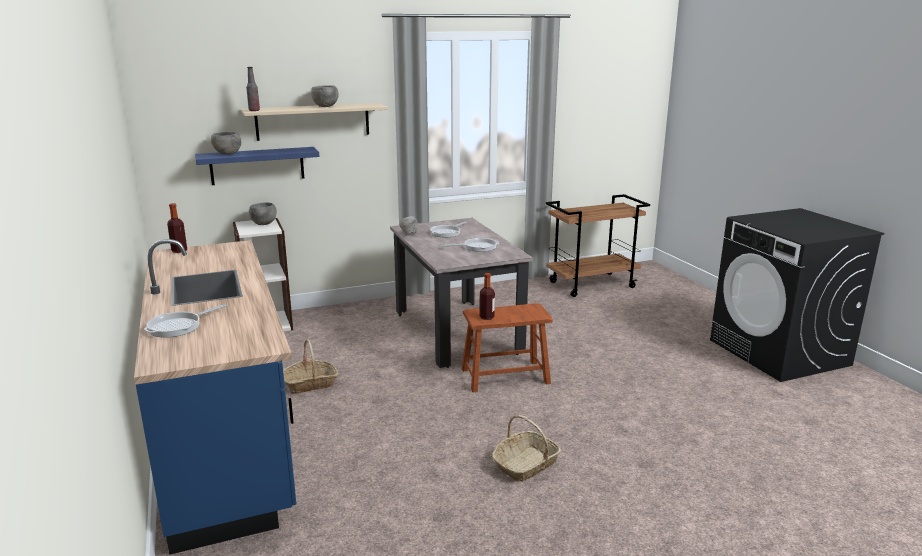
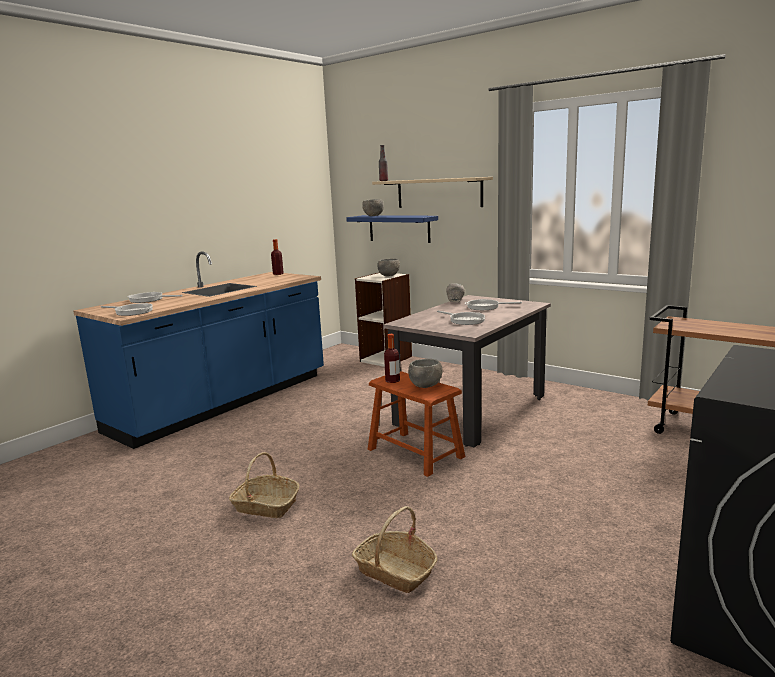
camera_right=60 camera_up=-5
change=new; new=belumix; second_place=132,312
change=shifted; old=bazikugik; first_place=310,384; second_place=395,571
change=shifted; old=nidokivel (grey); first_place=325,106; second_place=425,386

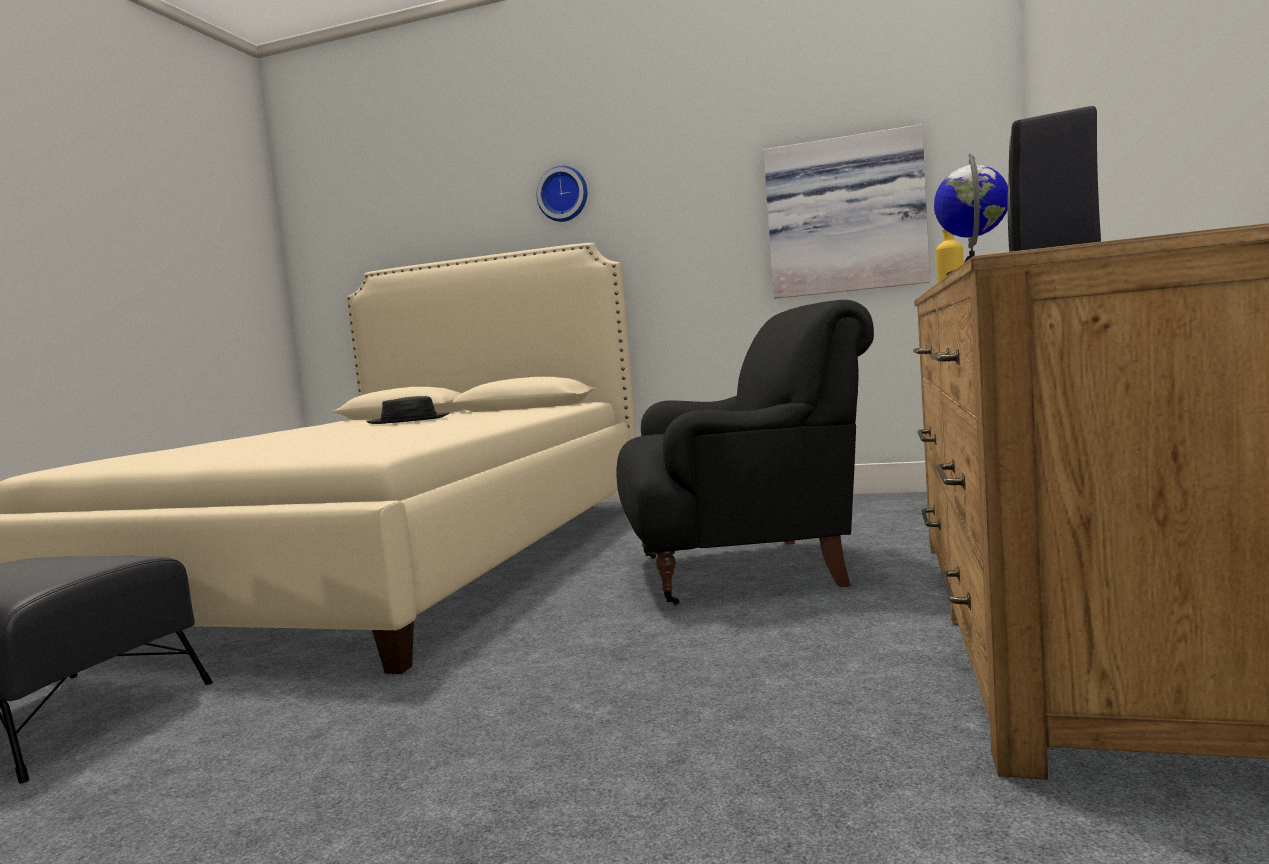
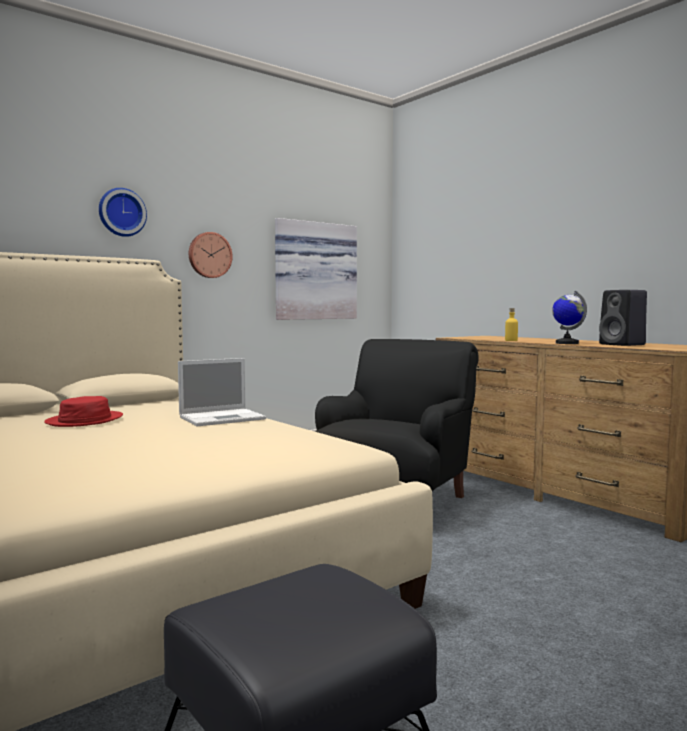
camera_right=-55 camera_up=0
change=repainted; old=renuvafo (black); new=renuvafo (red); first_place=409,420; second_place=85,420
change=new; new=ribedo; second_place=223,418
change=new; new=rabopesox; second_place=209,255

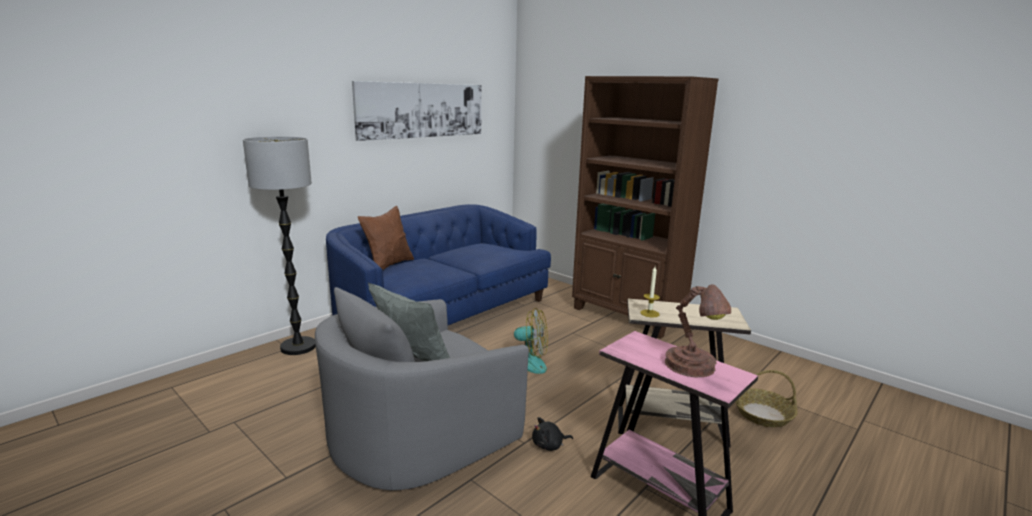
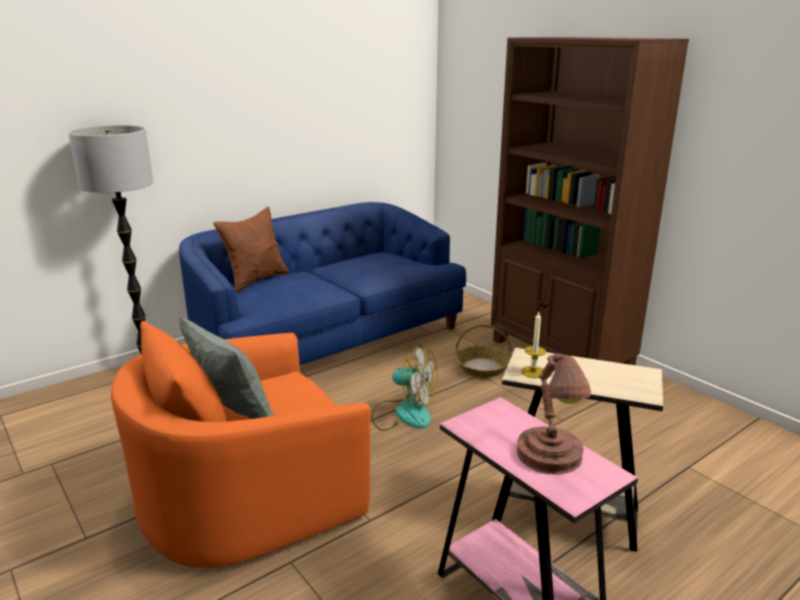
camera_right=10 camera_up=5
change=repainted; old=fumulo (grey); new=fumulo (orange); first_place=418,434; second_place=248,497
change=shifted; old=bazikugik; first_place=762,414; second_place=482,367
change=gone; old=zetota; first_place=422,110
change=gone; old=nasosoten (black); first_place=549,445

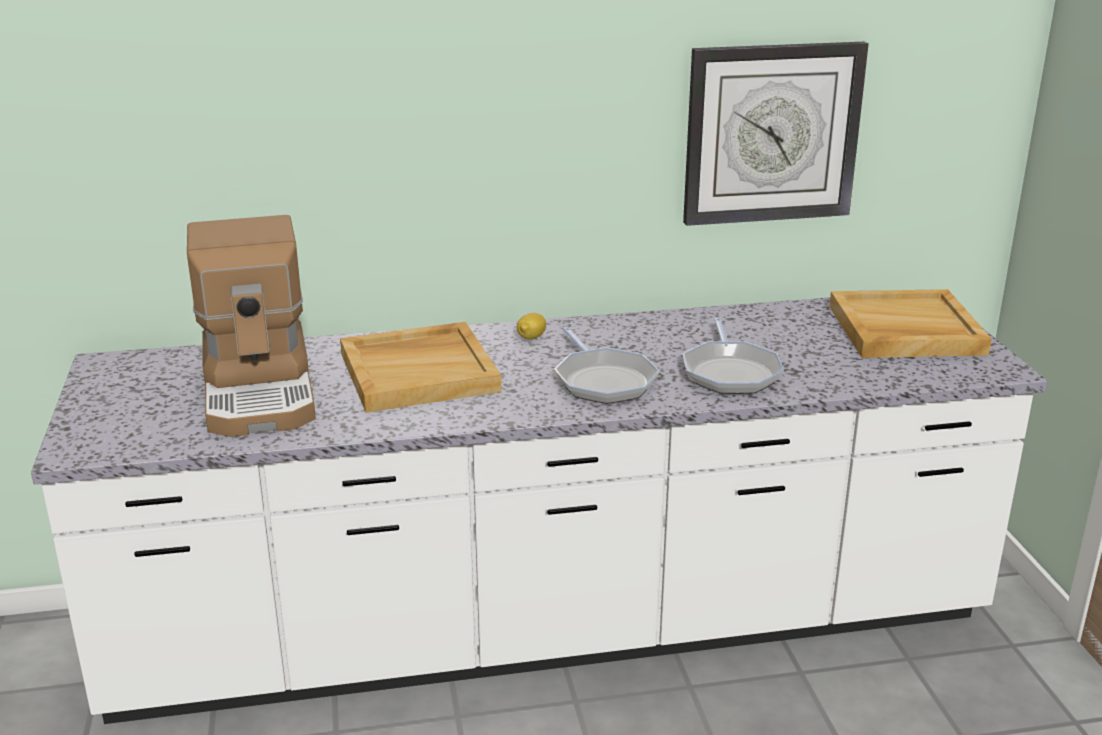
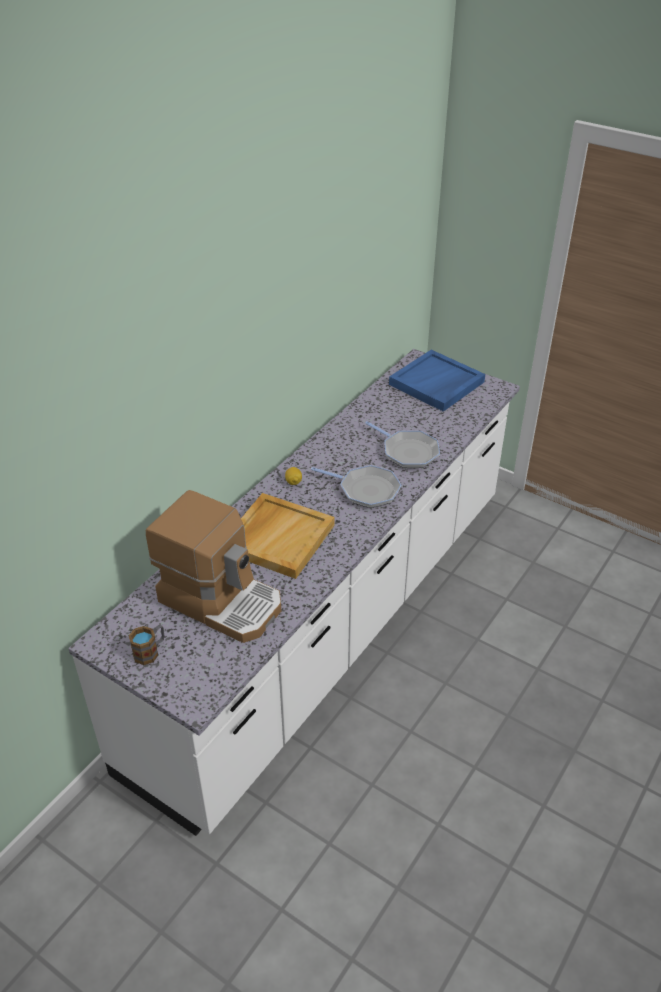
camera_right=-45 camera_up=15
change=new; new=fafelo; second_place=150,651
change=repainted; old=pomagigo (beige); new=pomagigo (blue); first_place=904,330; second_place=436,384
change=gone; old=rabopesox; first_place=771,133

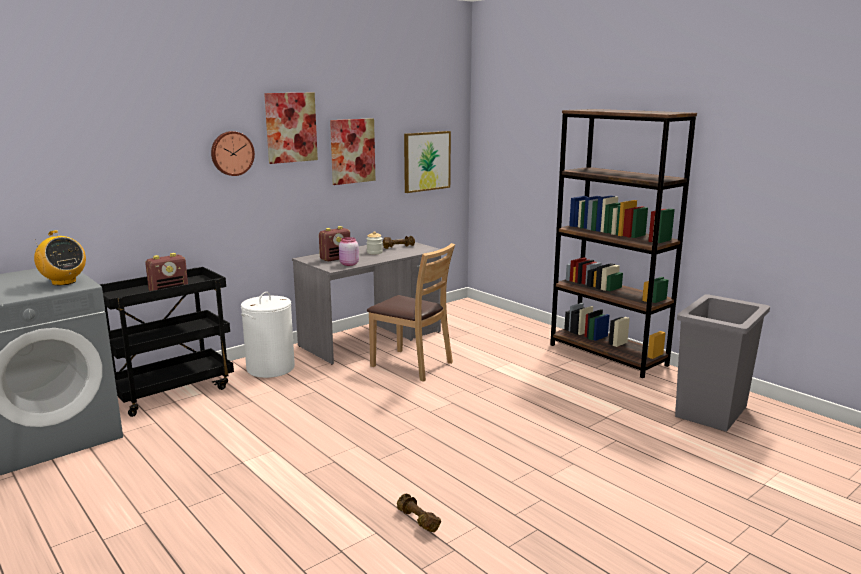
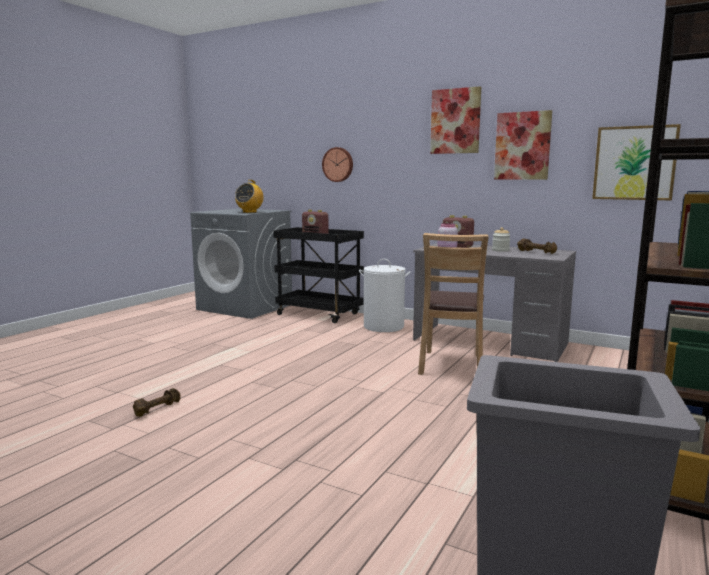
camera_right=70 camera_up=-5
change=shifted; old=rabopesox; first_place=232,153; second_place=338,164

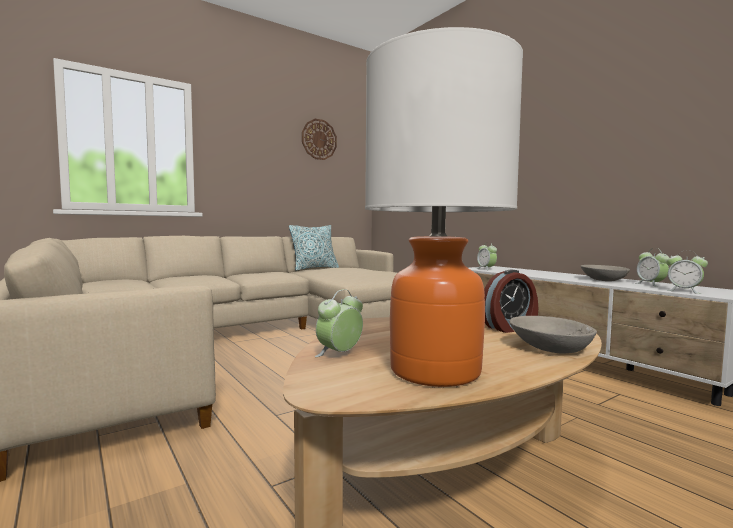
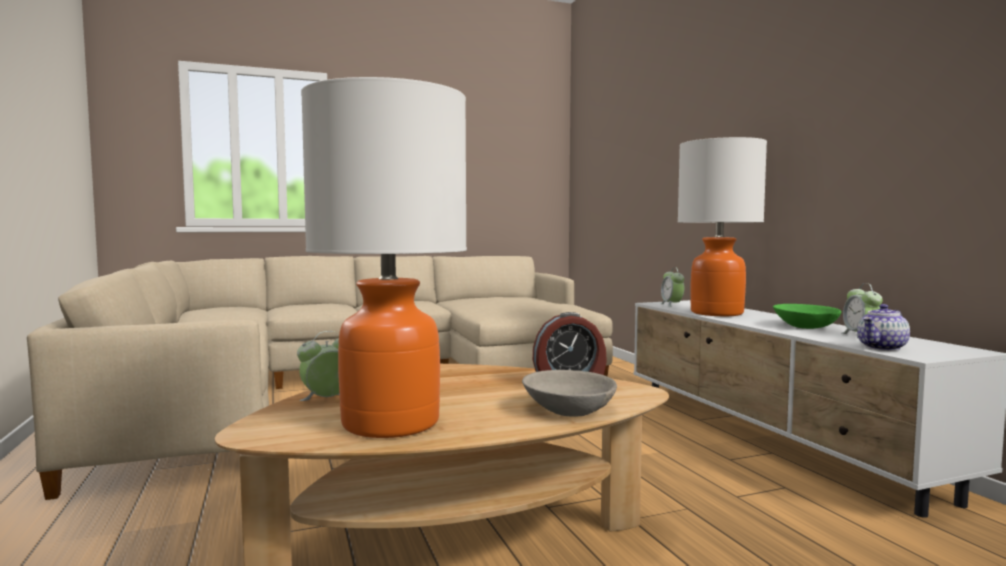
camera_right=15 camera_up=0
change=new; new=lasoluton; second_place=717,313
change=repainted; old=nidokivel (grey); new=nidokivel (green); first_place=603,280; second_place=805,326
change=swapped; old=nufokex; new=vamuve; first_place=684,291; second_place=882,348
change=gone; old=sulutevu; first_place=314,268
change=gone; old=rabopesox; first_place=319,139

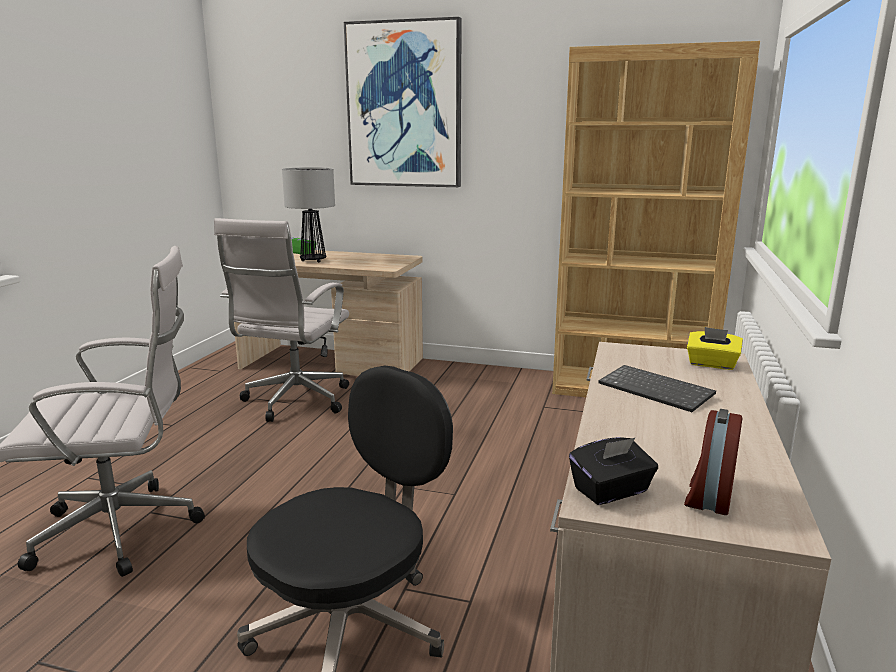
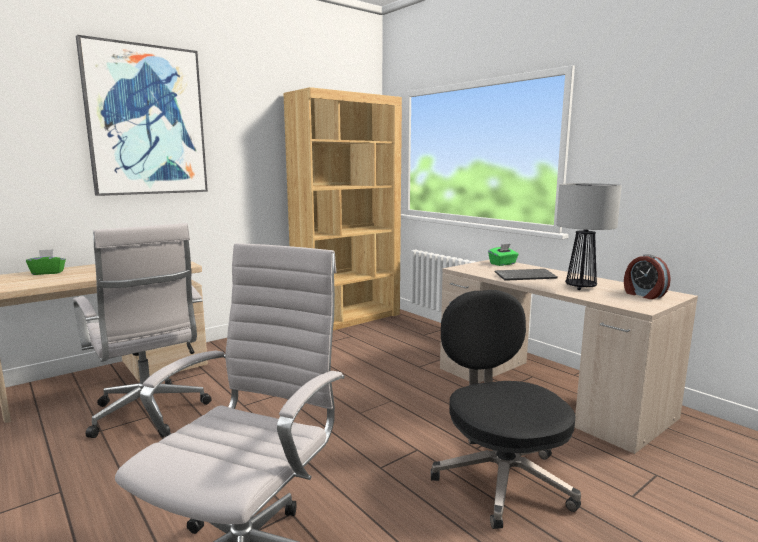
camera_right=-55 camera_up=-5
change=repainted; old=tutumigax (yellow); new=tutumigax (green); first_place=712,364; second_place=503,264
change=shifted; old=lasoluton; first_place=313,260; second_place=580,287
change=gone; old=tutumigax (black); first_place=611,491

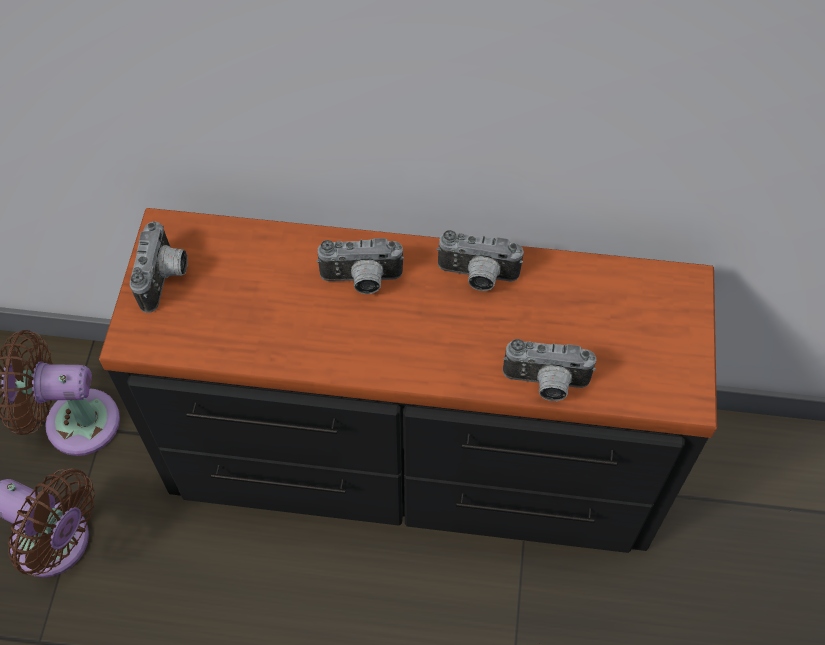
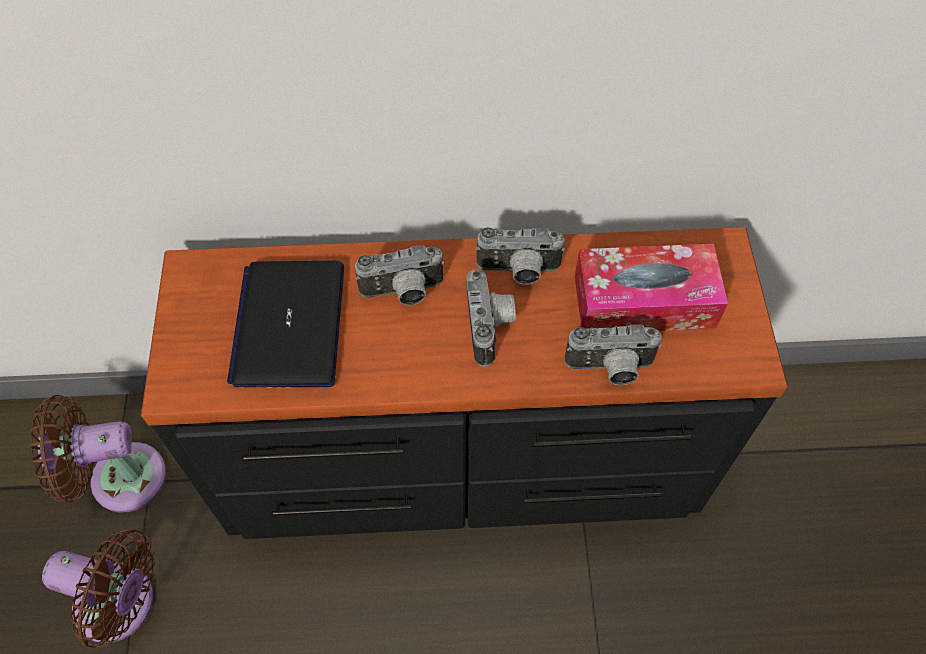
camera_right=-10 camera_up=0
change=new; new=ribedo; second_place=289,324
change=shifted; old=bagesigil; first_place=166,278; second_place=491,327
change=new; new=tutumigax; second_place=644,301

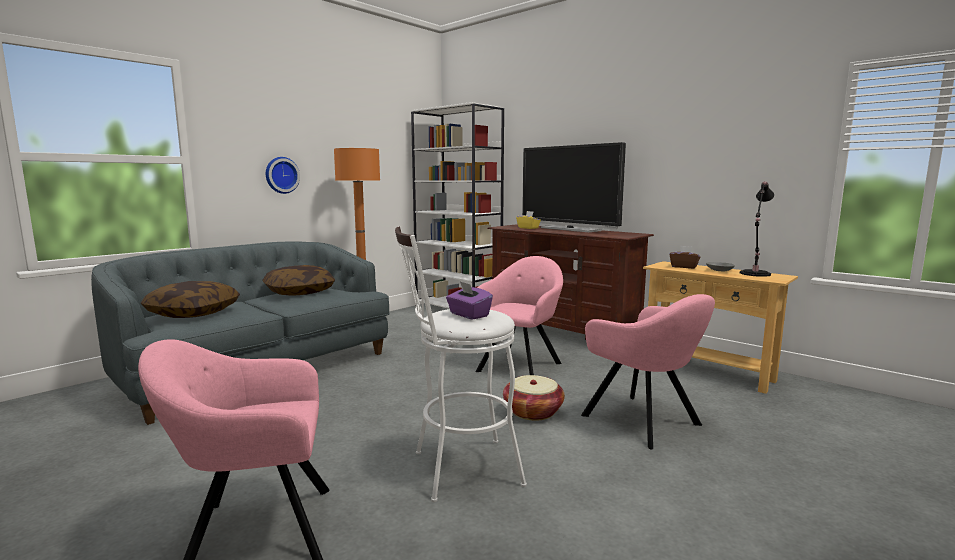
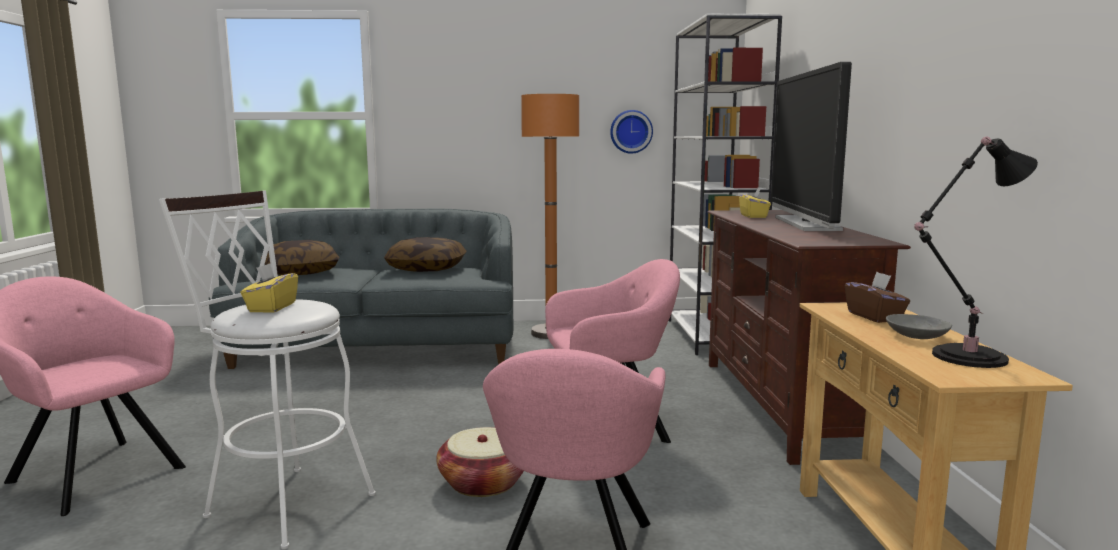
camera_right=45 camera_up=0
change=repainted; old=tutumigax (purple); new=tutumigax (yellow); first_place=468,315; second_place=271,307
change=shifted; old=rabopesox; first_place=281,175; second_place=631,131

